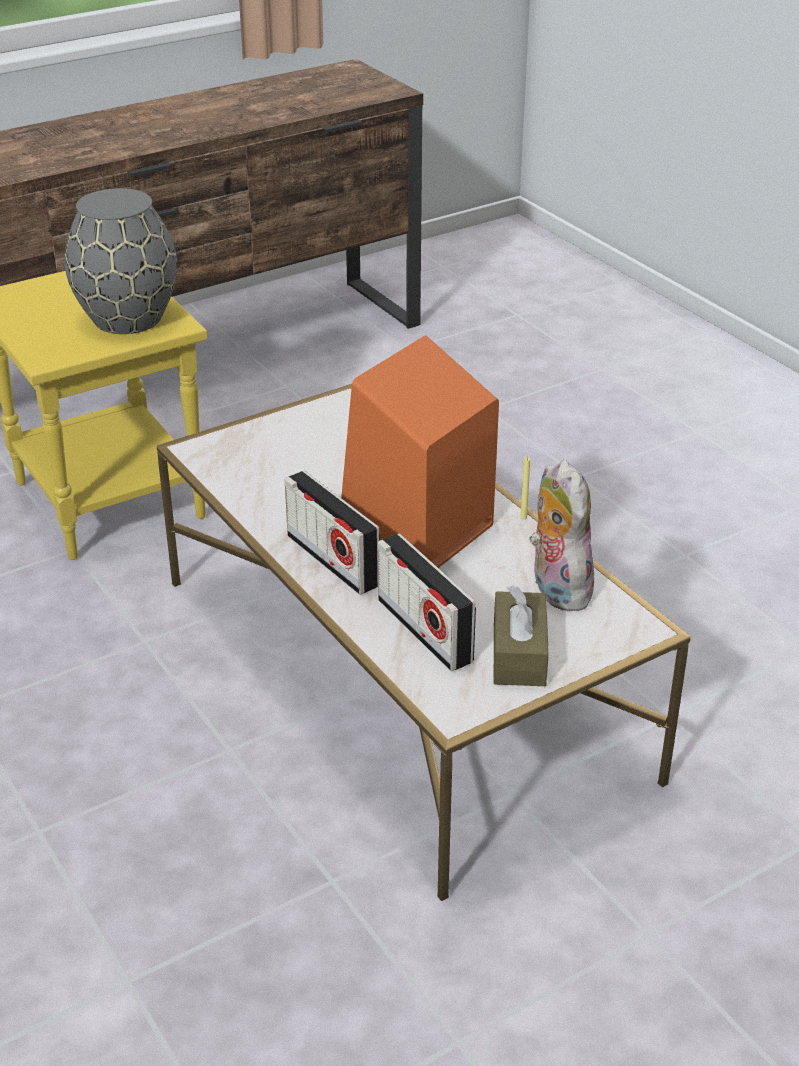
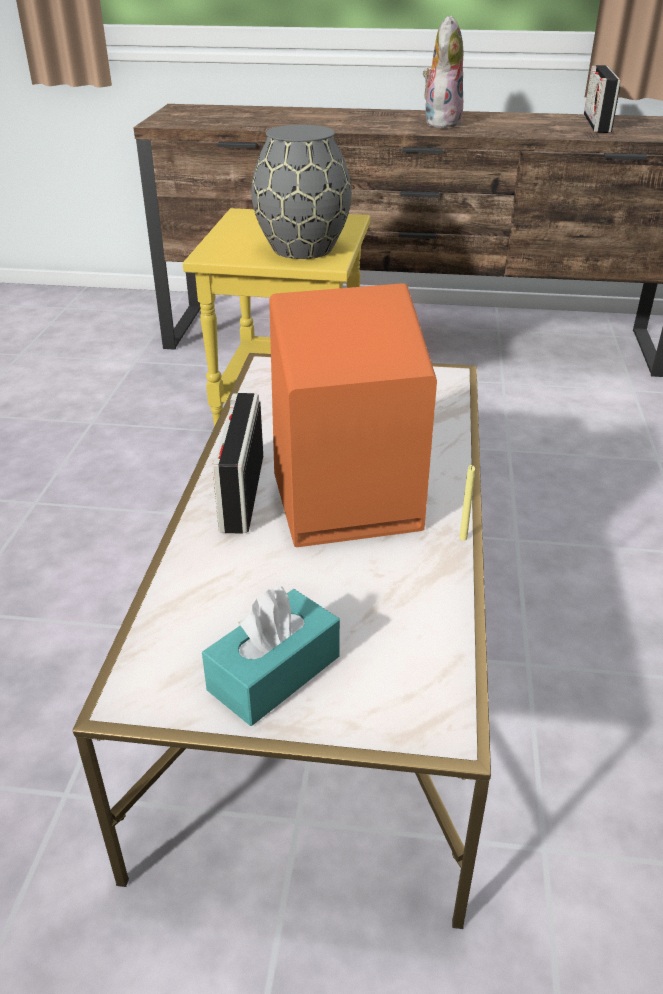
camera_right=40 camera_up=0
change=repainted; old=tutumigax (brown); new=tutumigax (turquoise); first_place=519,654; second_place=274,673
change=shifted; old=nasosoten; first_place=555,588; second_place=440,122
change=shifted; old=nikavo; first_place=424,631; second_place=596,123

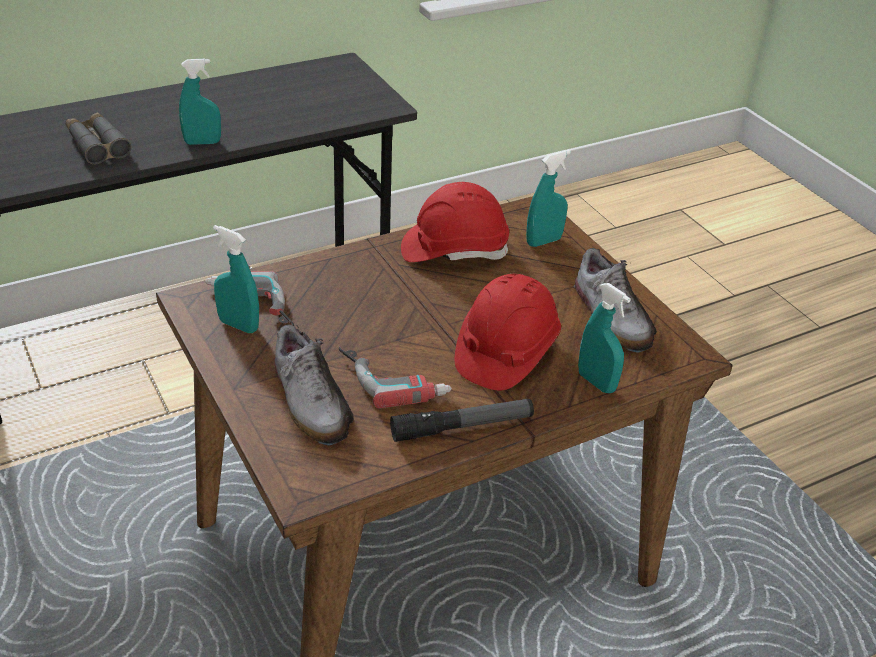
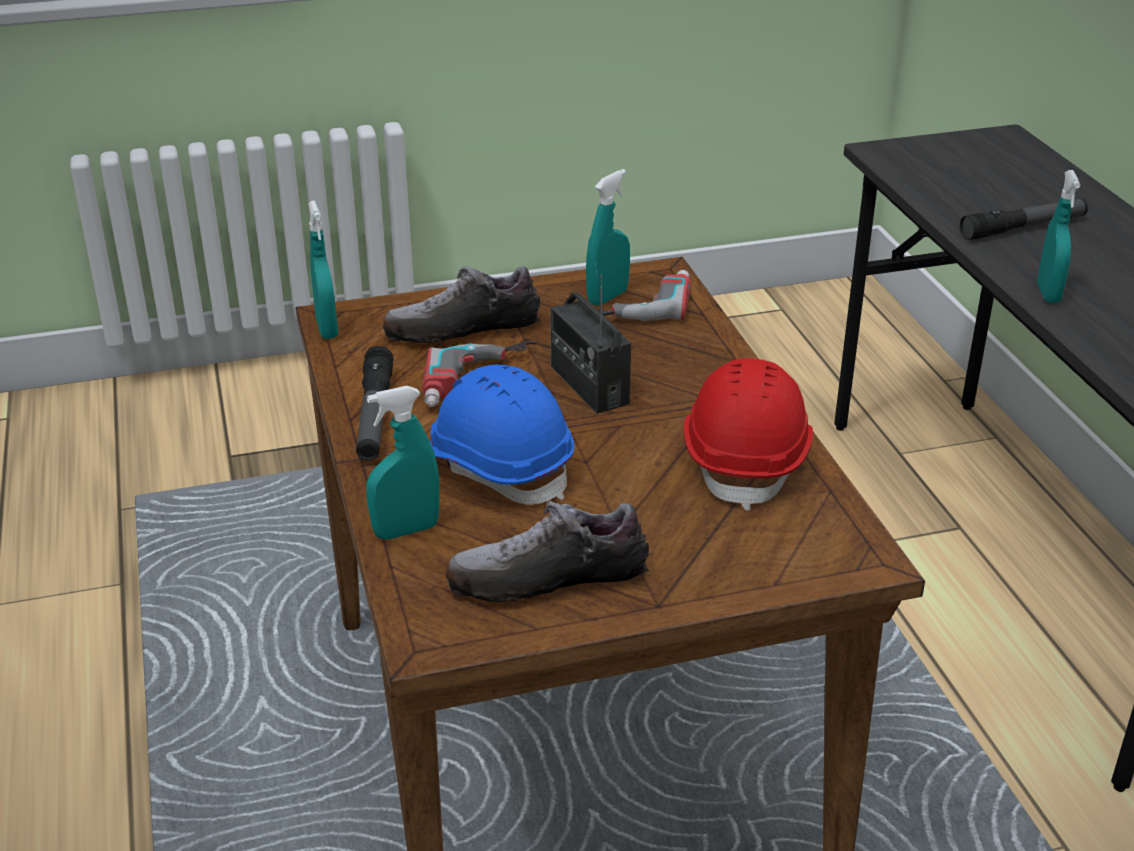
camera_right=105 camera_up=-5
change=shifted; old=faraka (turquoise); first_place=544,241; second_place=327,329
change=repainted; old=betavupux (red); new=betavupux (blue); first_place=505,352; second_place=497,467
change=new; new=nikavo; second_place=588,385
change=swapped; old=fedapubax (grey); new=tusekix; first_place=97,145; second_place=1023,228

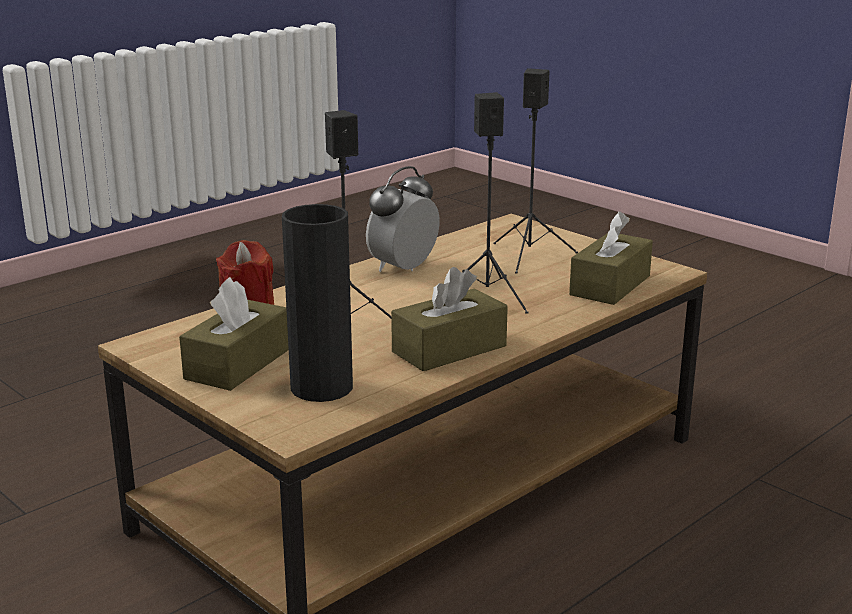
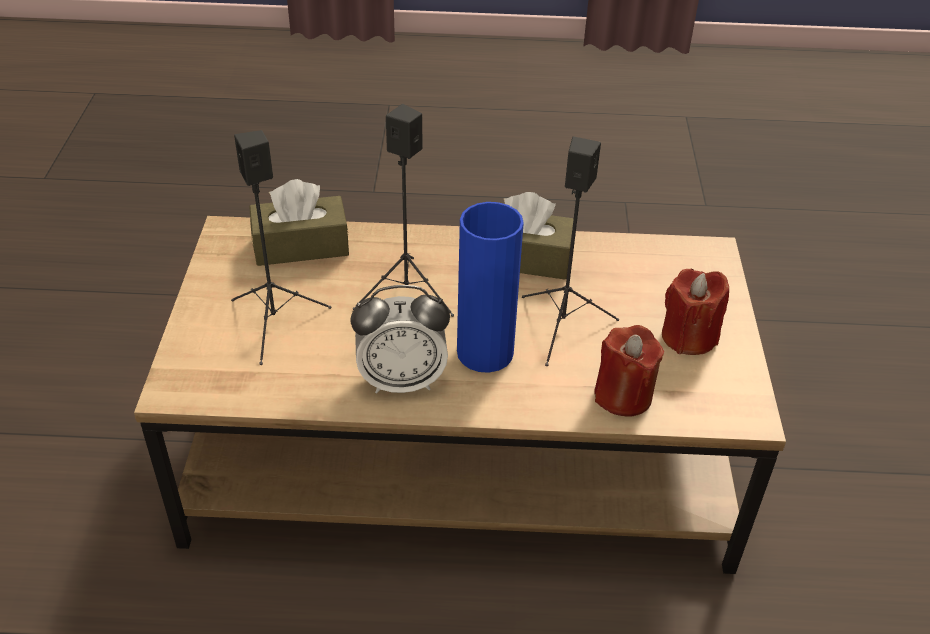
camera_right=-135 camera_up=20
change=new; new=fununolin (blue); second_place=485,352
change=swapped; old=tutumigax (brown); new=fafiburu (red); first_place=238,364; second_place=688,337
change=gone; old=fununolin (black); first_place=321,387

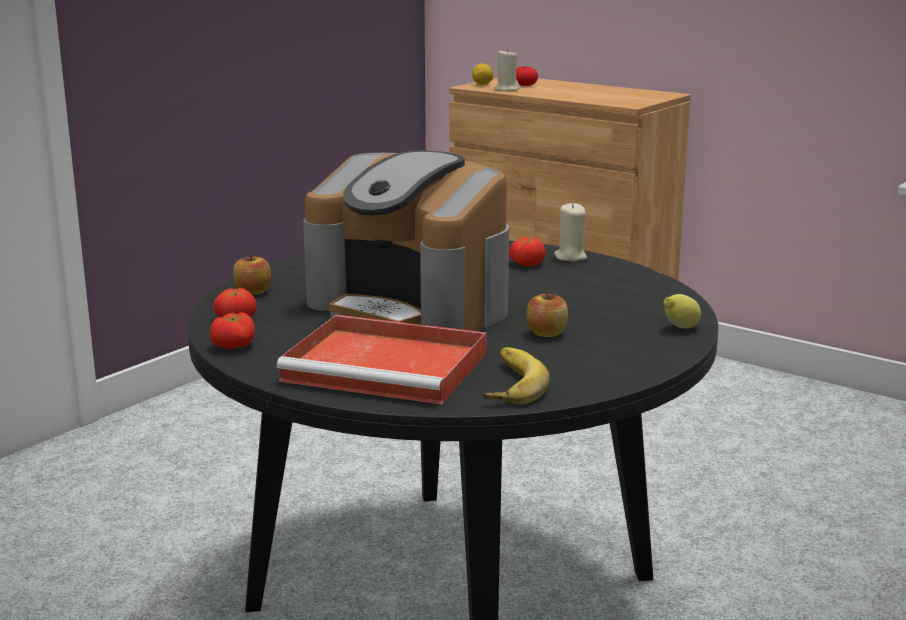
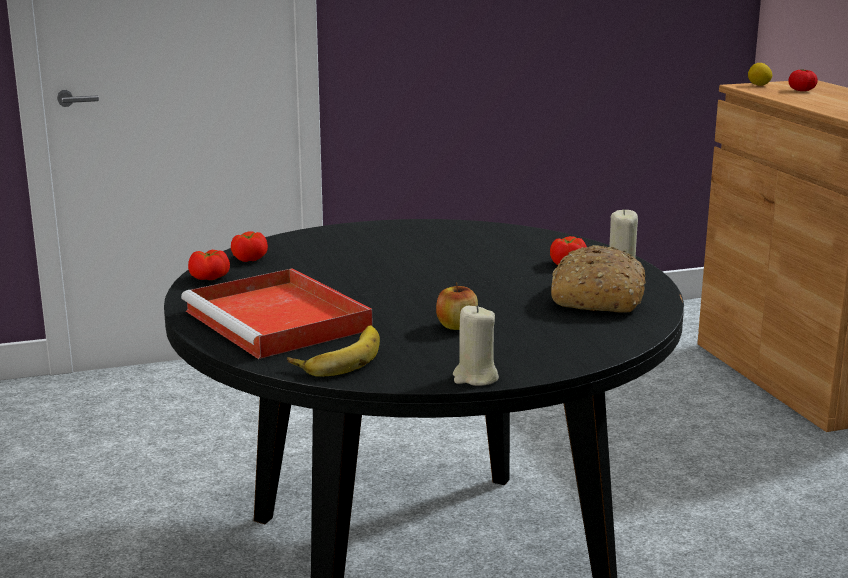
camera_right=35 camera_up=0
change=shifted; old=fafiburu (beige); first_place=506,89; second_place=475,378
change=new; new=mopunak; second_place=596,297
change=gone; old=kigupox; first_place=253,292
change=gone; old=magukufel; first_place=412,306
change=gone; old=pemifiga; first_place=679,328

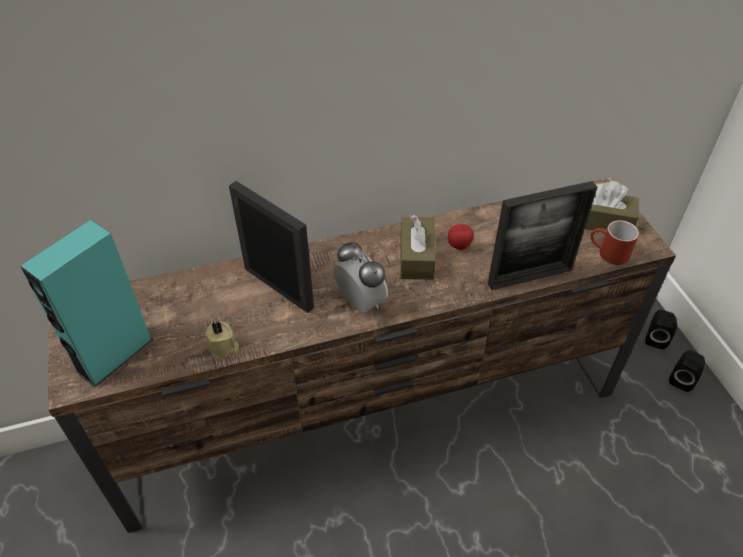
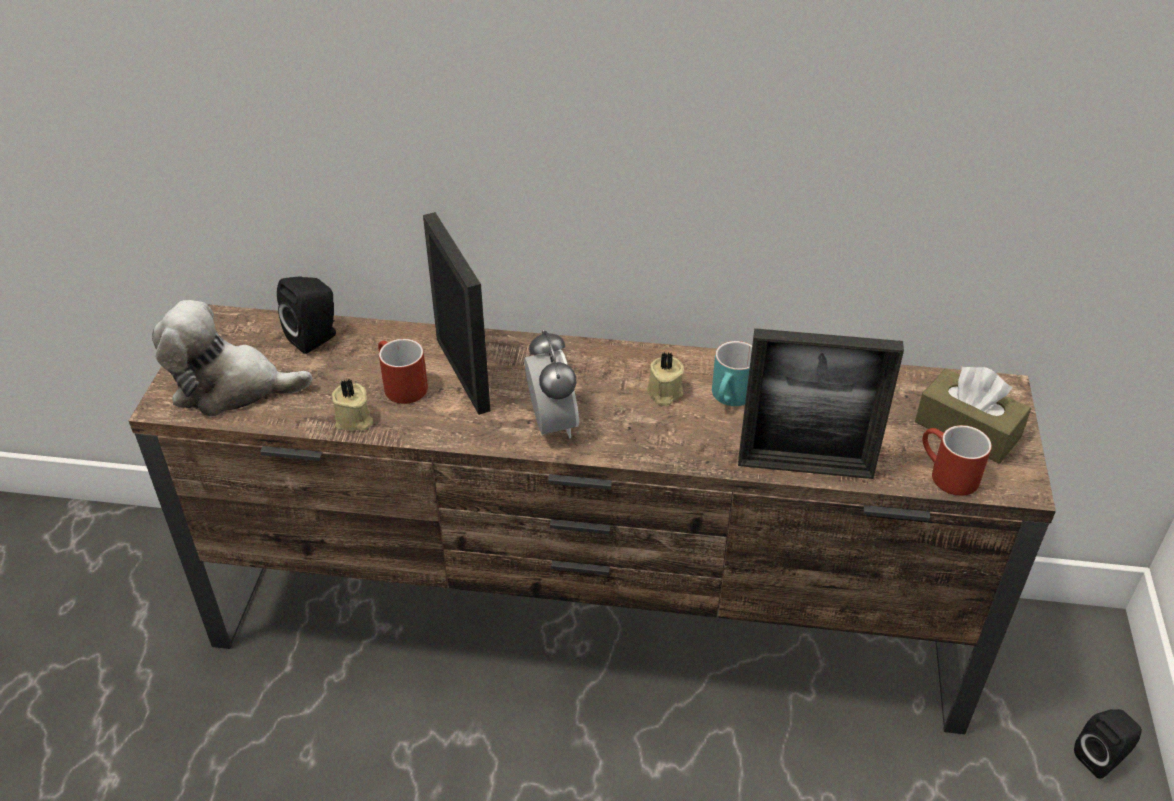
camera_right=25 camera_up=-5
change=swapped; old=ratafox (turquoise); new=nasosoten; first_place=115,355; second_place=231,387
change=shifted; old=ratafox (black); first_place=655,338; second_place=316,338
change=new; new=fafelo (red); second_place=399,385
change=swapped; old=tutumigax (brown); new=fafiburu (beige); first_place=416,257; second_place=663,393
change=swapped; old=kigupox; new=fafelo (turquoise); first_place=459,246; second_place=731,398

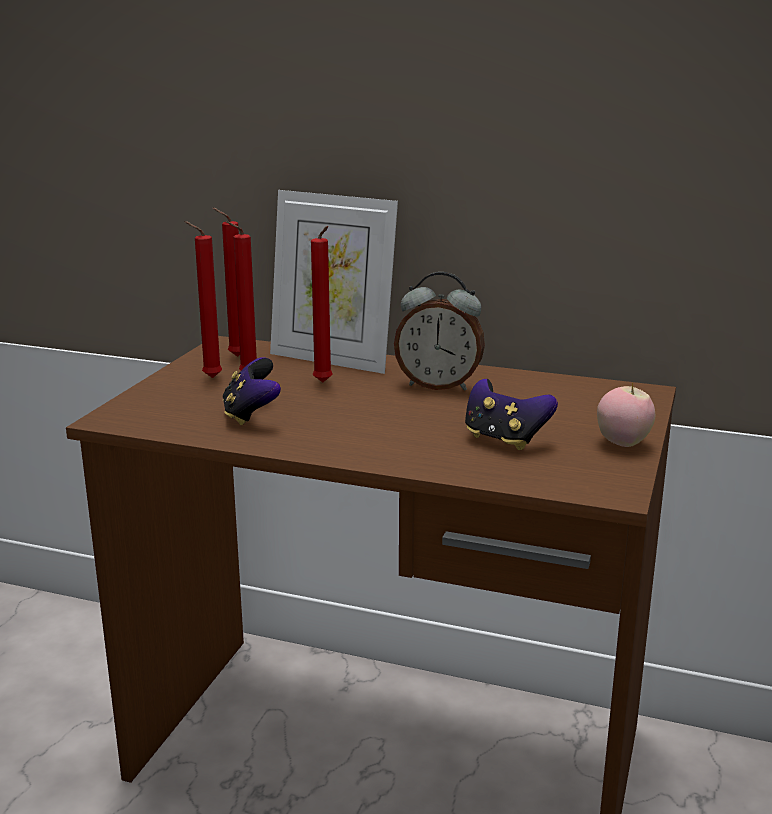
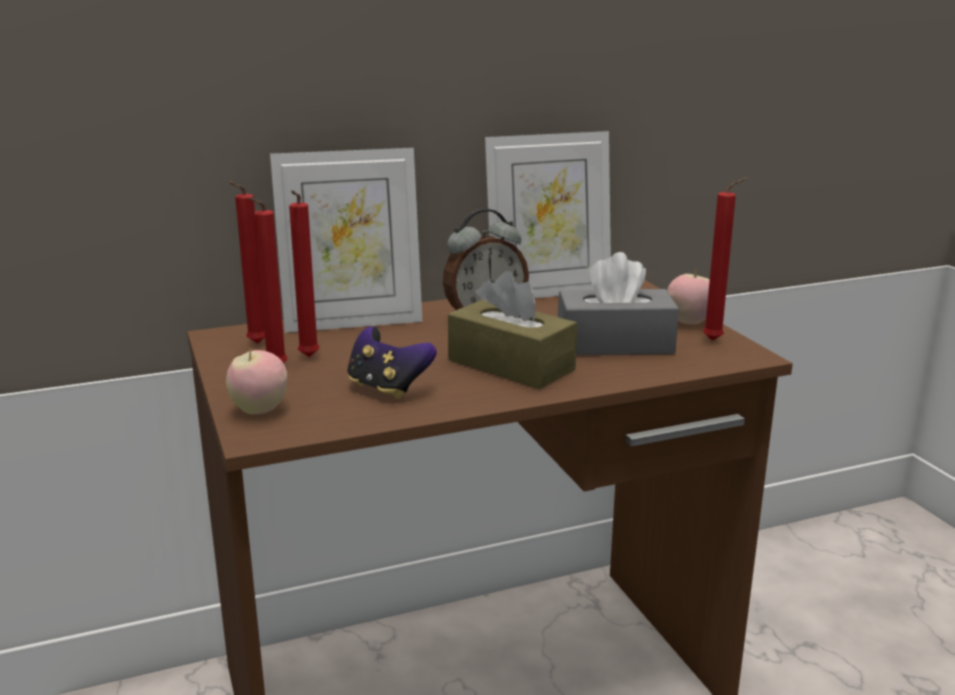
camera_right=-40 camera_up=0
change=new; new=kigupox; second_place=260,410
change=new; new=tutumigax (brown); second_place=511,365
change=new; new=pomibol; second_place=548,292
change=swapped; old=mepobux; new=tutumigax (grey); first_place=504,439; second_place=615,344
change=shifted; old=fafiburu (red); first_place=324,383; second_place=716,341

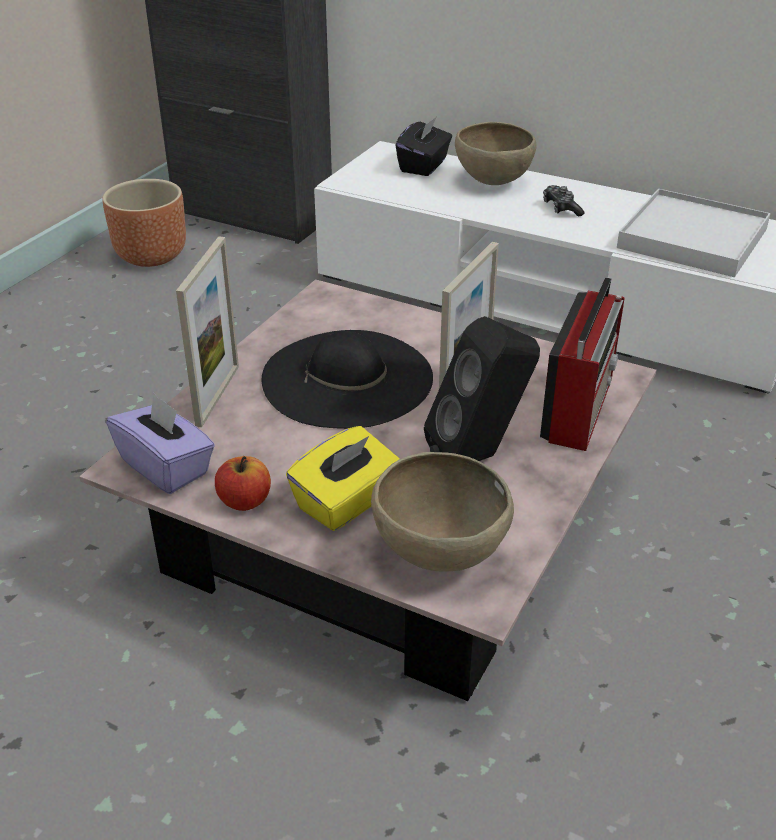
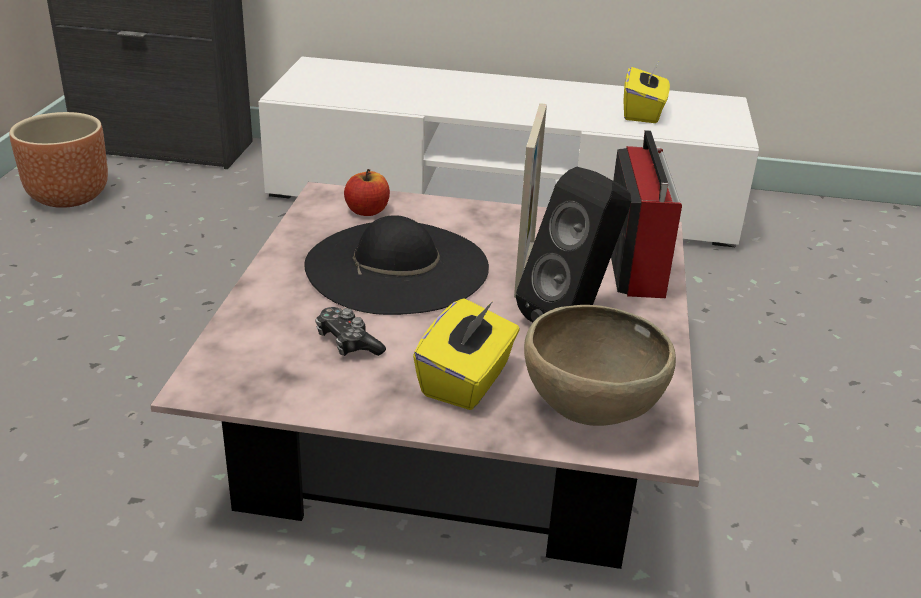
camera_right=-20 camera_up=-5
change=shifted; old=mepobux; first_place=561,208; second_place=348,343
change=shifted; old=kigupox; first_place=244,501; second_place=367,211
change=swapped; old=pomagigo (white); new=tutumigax (yellow); first_place=692,238; second_place=643,113
change=gone; old=tutumigax (purple); first_place=166,467
change=gone; old=pomibol; first_place=217,395
change=gone; old=tutumigax (black); first_place=424,166
change=gone; old=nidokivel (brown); first_place=492,183

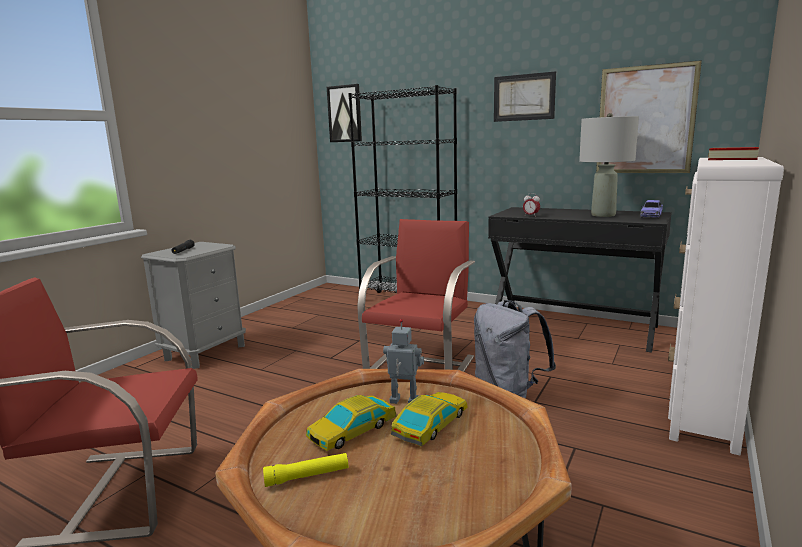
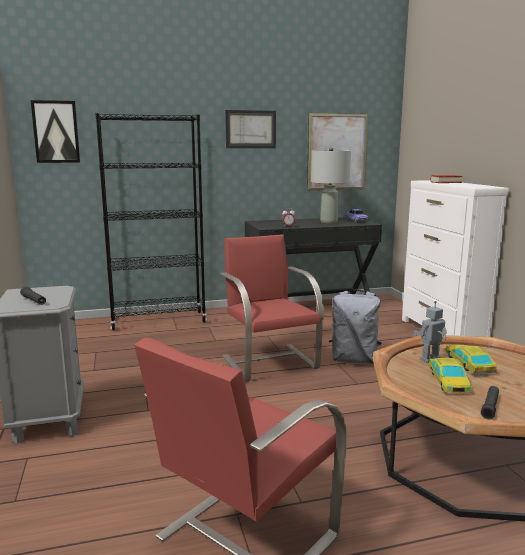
camera_right=-45 camera_up=0
change=repainted; old=tusekix (yellow); new=tusekix (black); first_place=307,476; second_place=490,406

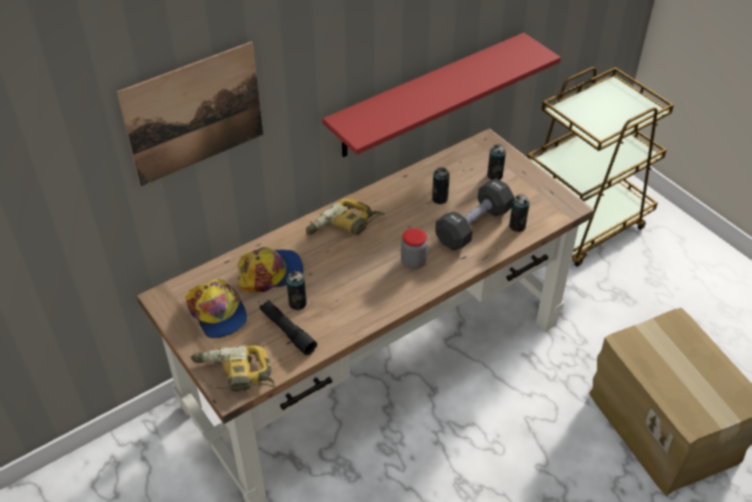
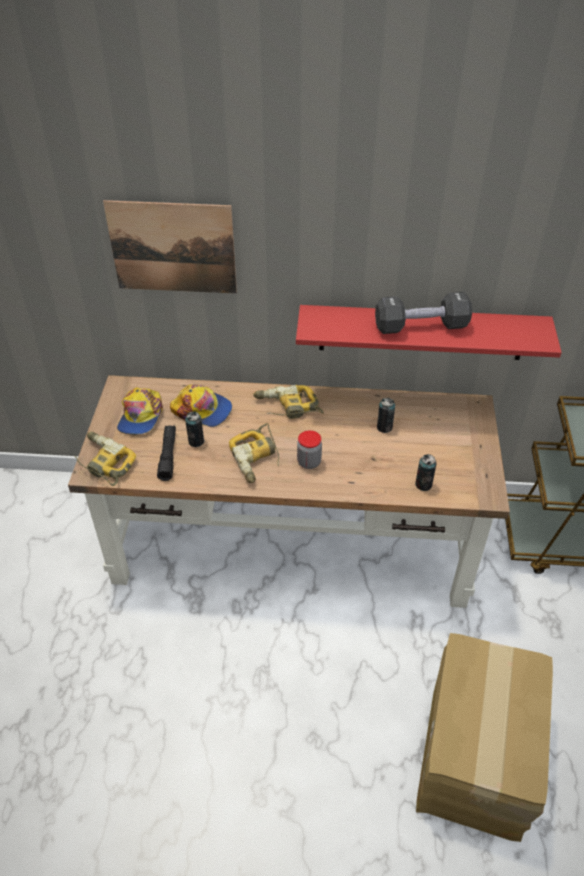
camera_right=40 camera_up=0
change=new; new=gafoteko; second_place=257,458
change=shifted; old=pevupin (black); first_place=473,226; second_place=421,326
change=gone; old=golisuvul; first_place=494,175

